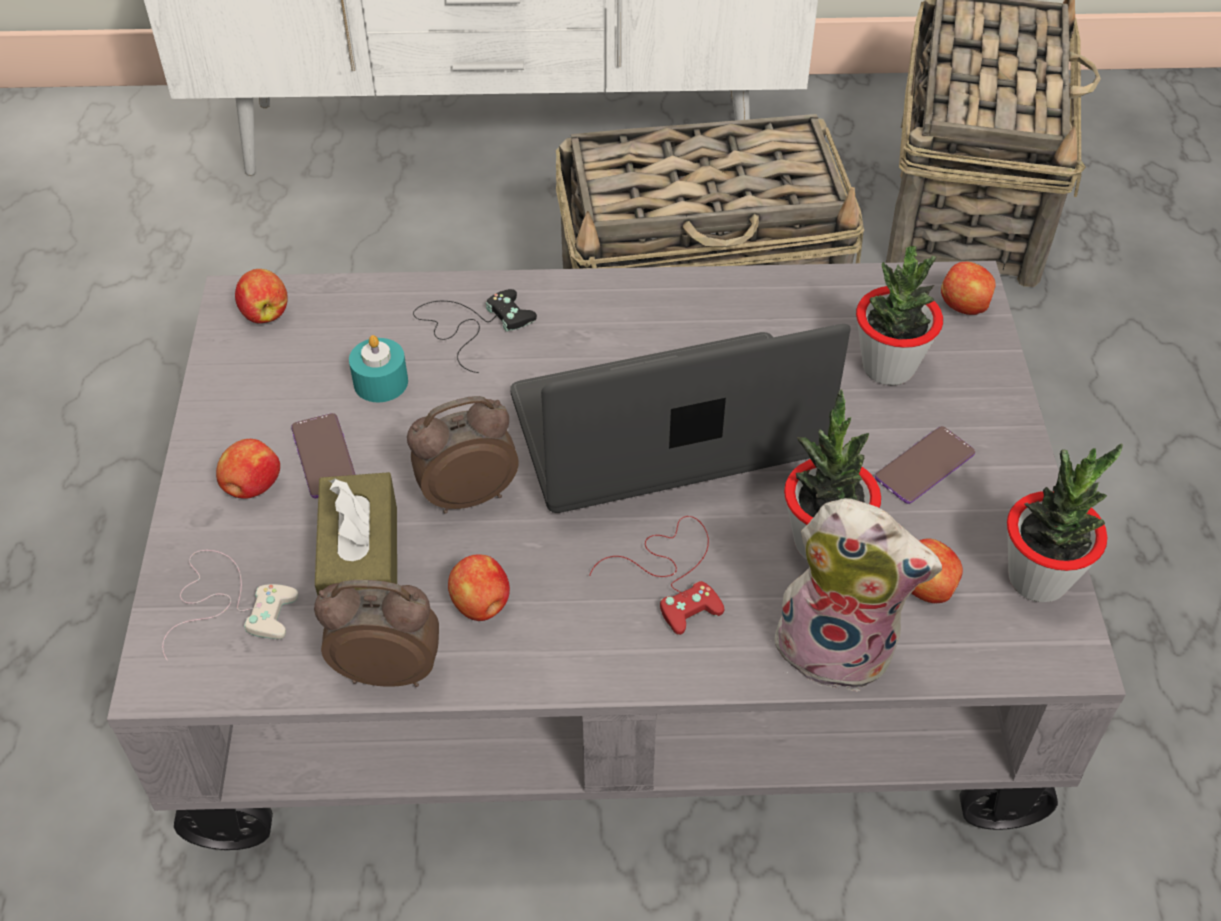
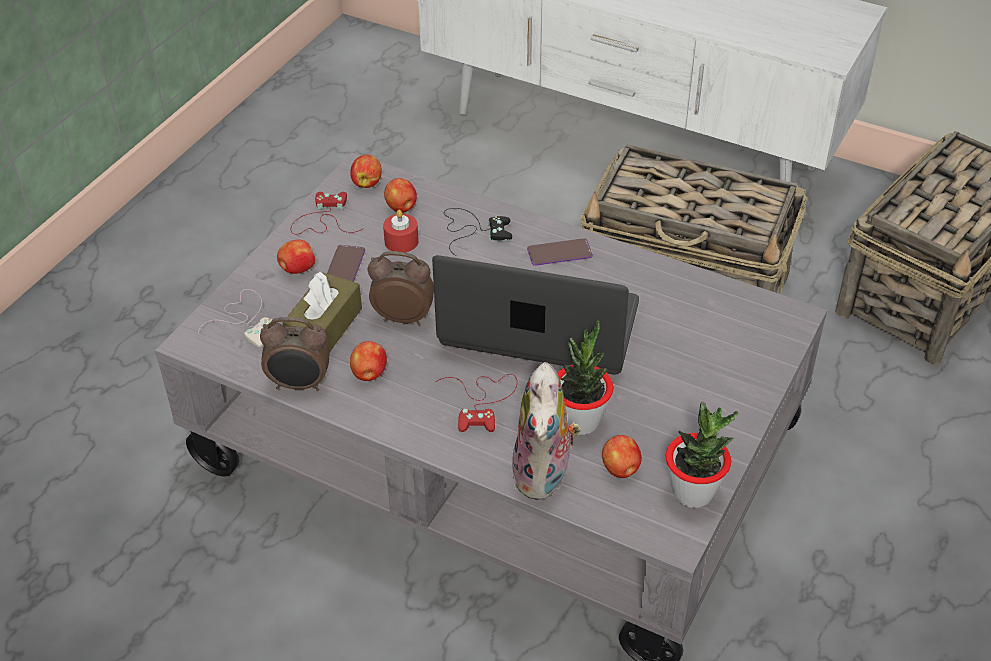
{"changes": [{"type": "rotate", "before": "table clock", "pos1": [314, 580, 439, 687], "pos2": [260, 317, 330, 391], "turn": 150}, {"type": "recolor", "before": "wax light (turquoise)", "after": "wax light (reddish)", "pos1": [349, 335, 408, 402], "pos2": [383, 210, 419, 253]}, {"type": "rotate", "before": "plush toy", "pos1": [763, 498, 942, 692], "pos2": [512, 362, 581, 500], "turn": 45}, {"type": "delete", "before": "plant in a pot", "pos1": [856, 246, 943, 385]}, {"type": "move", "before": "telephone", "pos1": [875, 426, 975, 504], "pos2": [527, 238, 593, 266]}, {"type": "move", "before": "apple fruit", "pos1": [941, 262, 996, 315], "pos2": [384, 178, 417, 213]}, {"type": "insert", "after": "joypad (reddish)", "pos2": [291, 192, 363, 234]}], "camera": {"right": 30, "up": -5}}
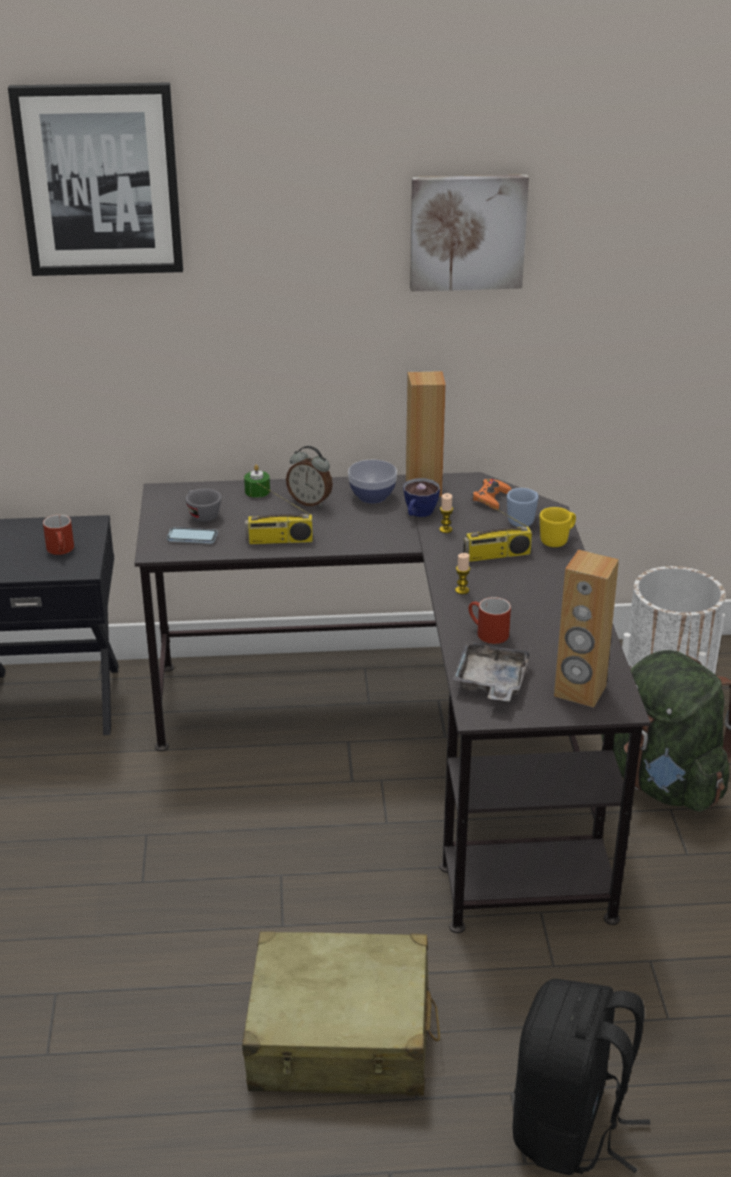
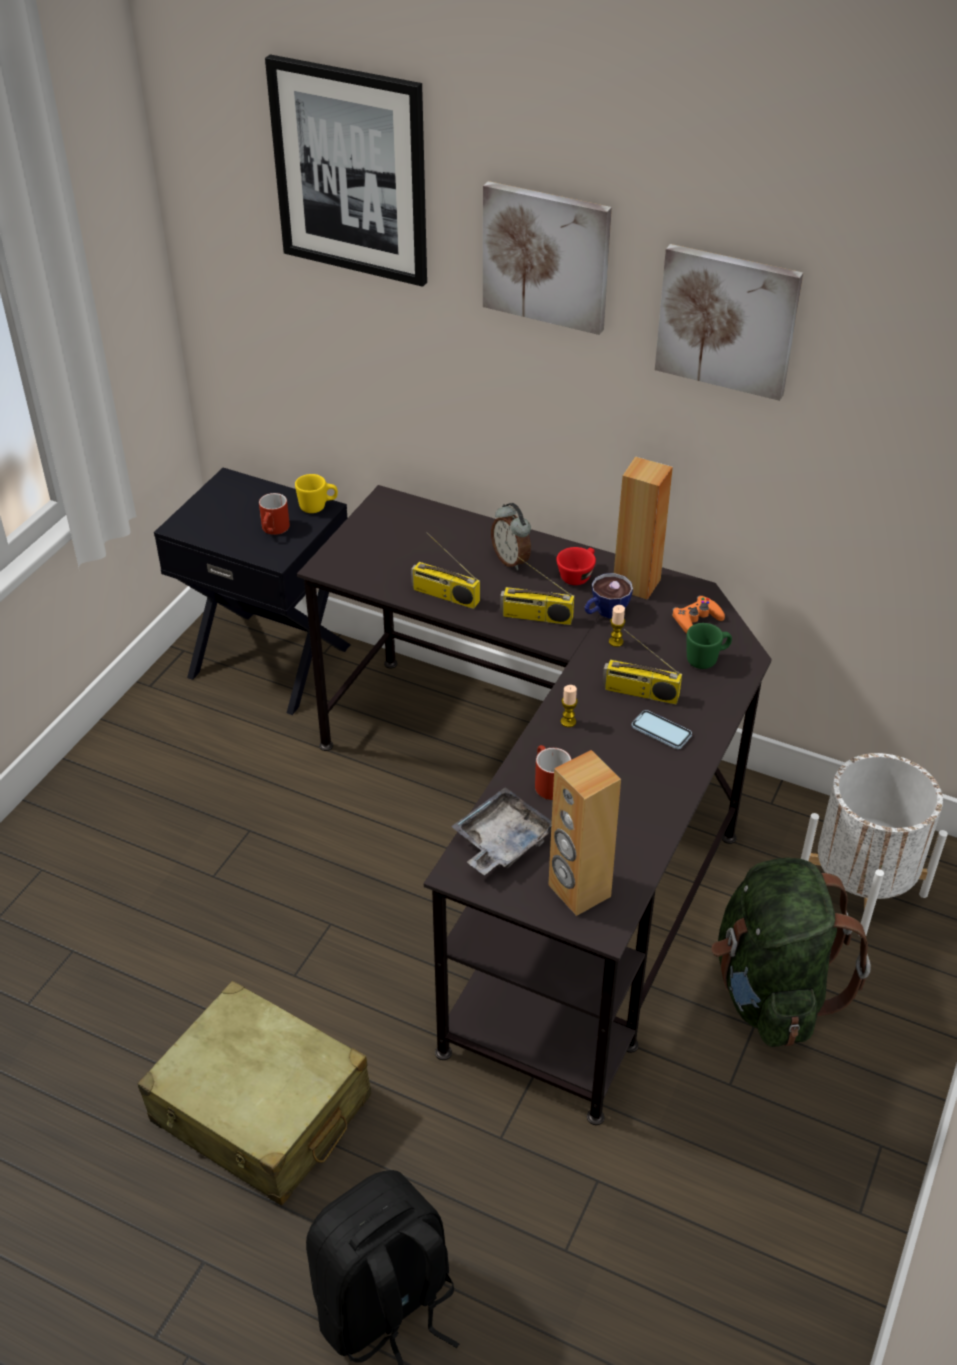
{"changes": [{"type": "move", "before": "telephone", "pos1": [167, 527, 218, 544], "pos2": [632, 710, 692, 749]}, {"type": "delete", "before": "small cup (grey)", "pos1": [185, 488, 222, 522]}, {"type": "delete", "before": "wax light (green-coloured)", "pos1": [244, 464, 270, 498]}, {"type": "replace", "before": "serving bowl", "after": "small cup (reddish)", "pos1": [348, 459, 397, 503], "pos2": [556, 547, 596, 585]}, {"type": "recolor", "before": "mug (blue)", "after": "mug (green-coloured)", "pos1": [507, 488, 538, 527], "pos2": [687, 623, 732, 669]}, {"type": "move", "before": "mug (yellow-coloured)", "pos1": [540, 507, 576, 547], "pos2": [295, 474, 338, 513]}, {"type": "insert", "after": "wall picture", "pos2": [483, 181, 612, 335]}, {"type": "insert", "after": "radio set", "pos2": [500, 556, 574, 625]}], "camera": {"right": 30, "up": 10}}
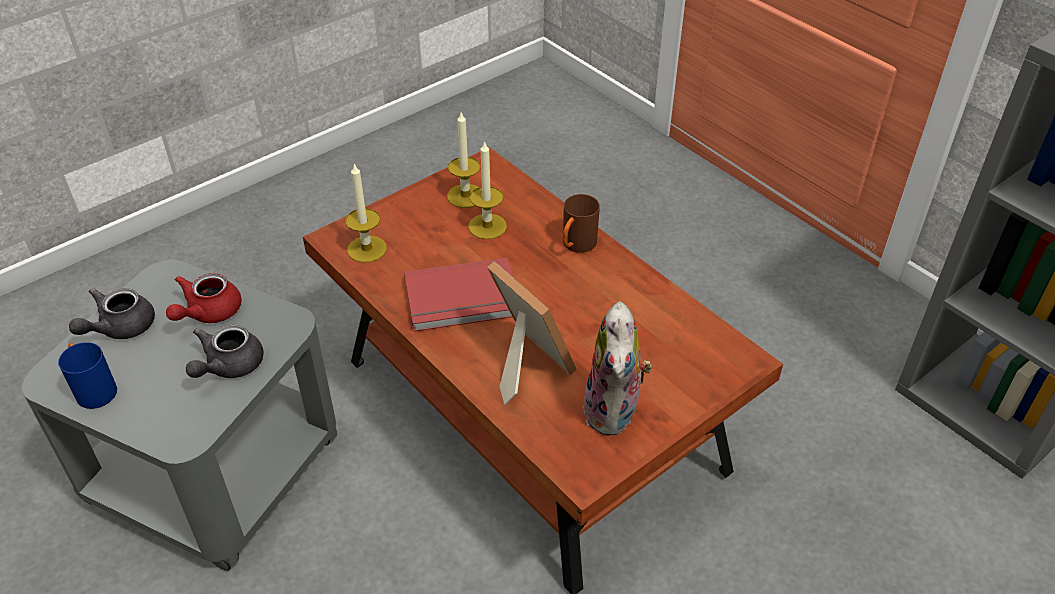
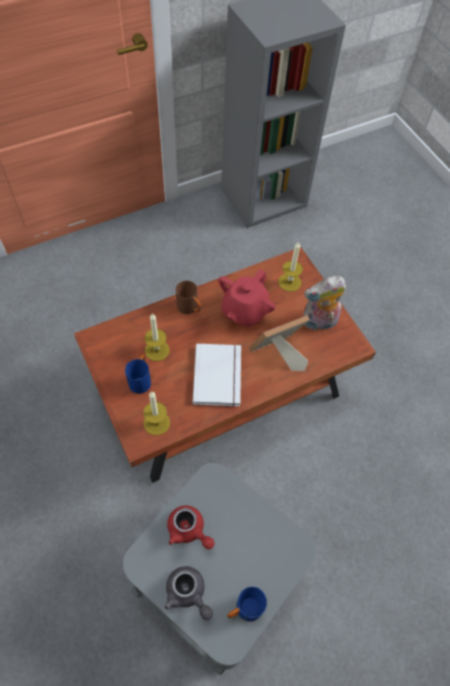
{"changes": [{"type": "delete", "before": "pot for tea (grey)", "pos1": [186, 325, 264, 378]}, {"type": "recolor", "before": "book (reddish)", "after": "book (white-coloured)", "pos1": [404, 258, 513, 332], "pos2": [193, 344, 241, 407]}, {"type": "move", "before": "wax light", "pos1": [447, 112, 480, 208], "pos2": [278, 242, 303, 292]}, {"type": "rotate", "before": "plush toy", "pos1": [583, 302, 653, 436], "pos2": [303, 276, 346, 331], "turn": 150}, {"type": "insert", "after": "mug (blue)", "pos2": [125, 355, 151, 394]}, {"type": "insert", "after": "pot for tea (reddish)", "pos2": [218, 269, 275, 327]}], "camera": {"right": -80, "up": 15}}
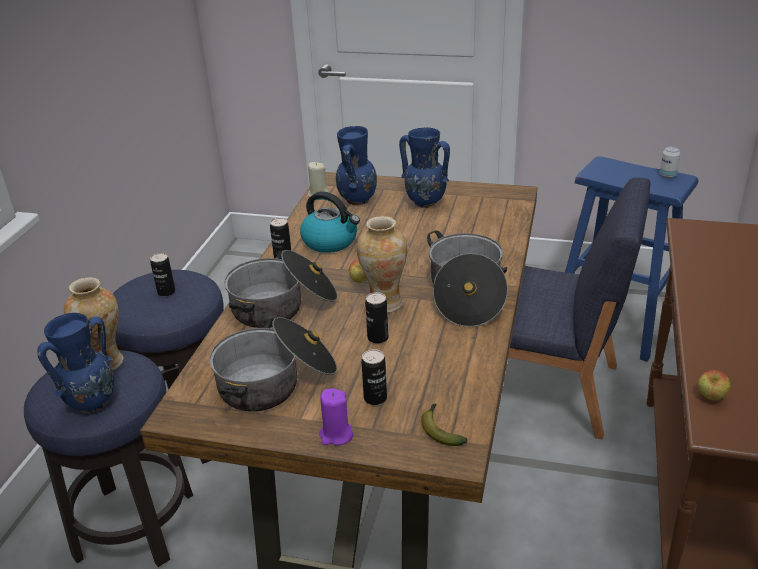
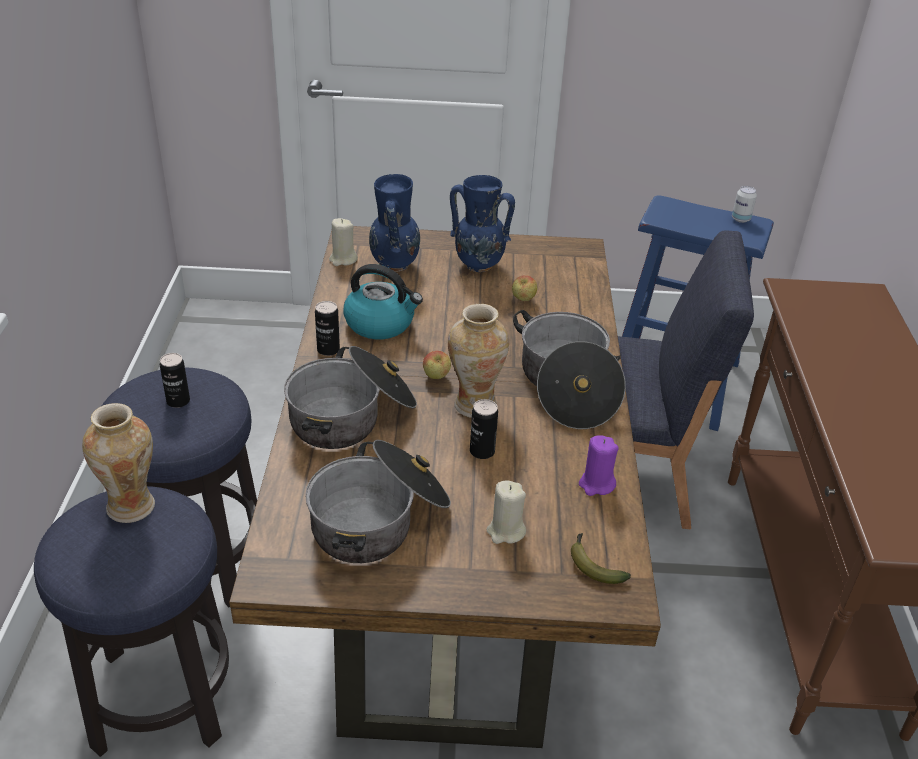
{"changes": [{"type": "delete", "before": "flower vase (blue)", "pos1": [37, 313, 114, 413]}, {"type": "move", "before": "wax light (purplish)", "pos1": [319, 388, 353, 446], "pos2": [579, 435, 619, 496]}, {"type": "replace", "before": "sealed can", "after": "wax light (beige)", "pos1": [361, 349, 387, 405], "pos2": [486, 481, 526, 544]}, {"type": "move", "before": "apple fruit", "pos1": [698, 370, 730, 400], "pos2": [512, 275, 537, 301]}], "camera": {"right": -15, "up": 5}}
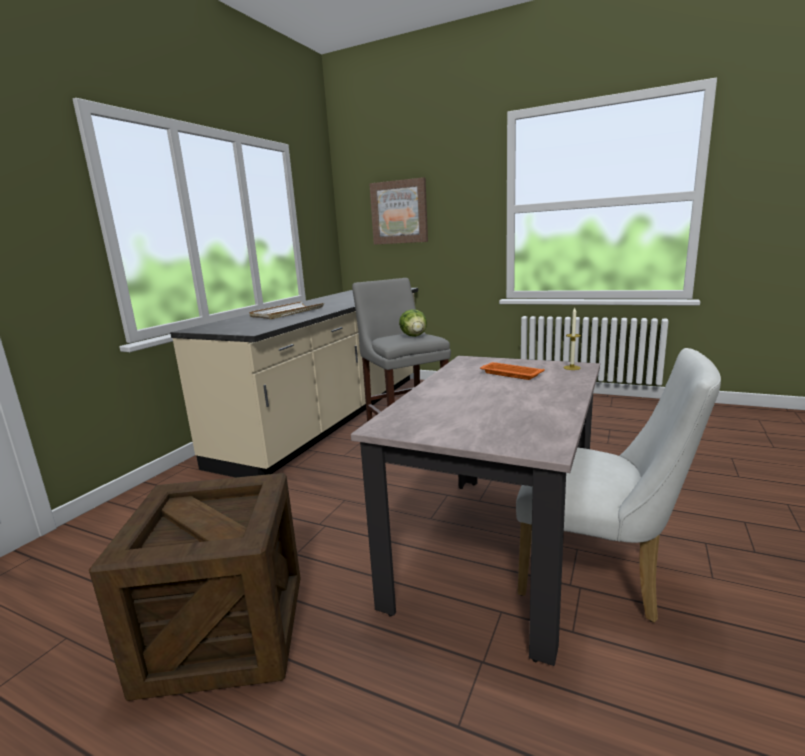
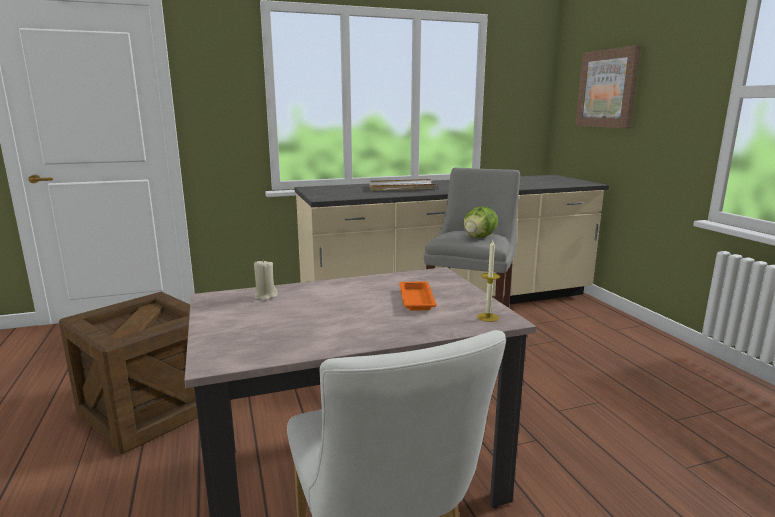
{"changes": [{"type": "insert", "after": "wax light (beige)", "pos2": [254, 259, 278, 301]}], "camera": {"right": 45, "up": 0}}
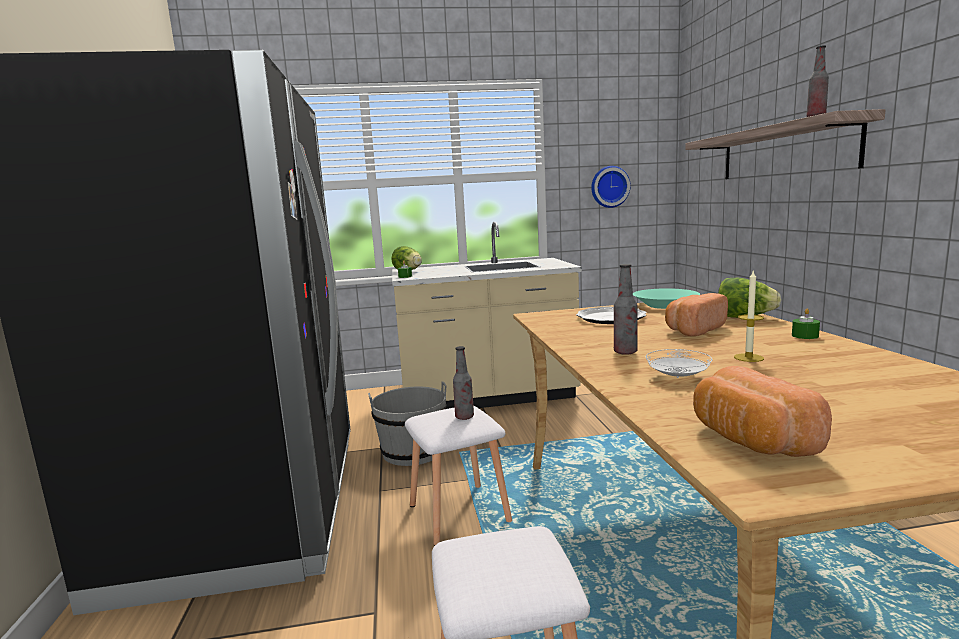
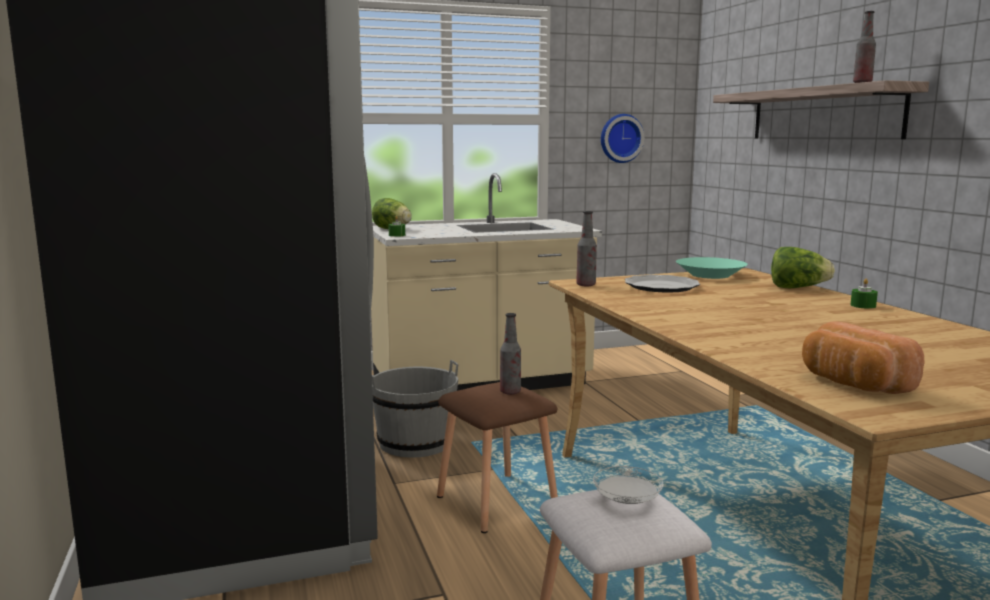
{"changes": [{"type": "recolor", "before": "stool (white-coloured)", "after": "stool (brown-coloured)", "pos1": [405, 406, 512, 546], "pos2": [437, 382, 558, 533]}, {"type": "move", "before": "bottle", "pos1": [614, 264, 638, 355], "pos2": [576, 211, 597, 286]}, {"type": "move", "before": "flat dish (white-coloured)", "pos1": [646, 349, 712, 378], "pos2": [593, 466, 664, 504]}, {"type": "delete", "before": "bread", "pos1": [665, 293, 728, 336]}, {"type": "delete", "before": "wax light", "pos1": [734, 271, 764, 362]}], "camera": {"right": -10, "up": 0}}
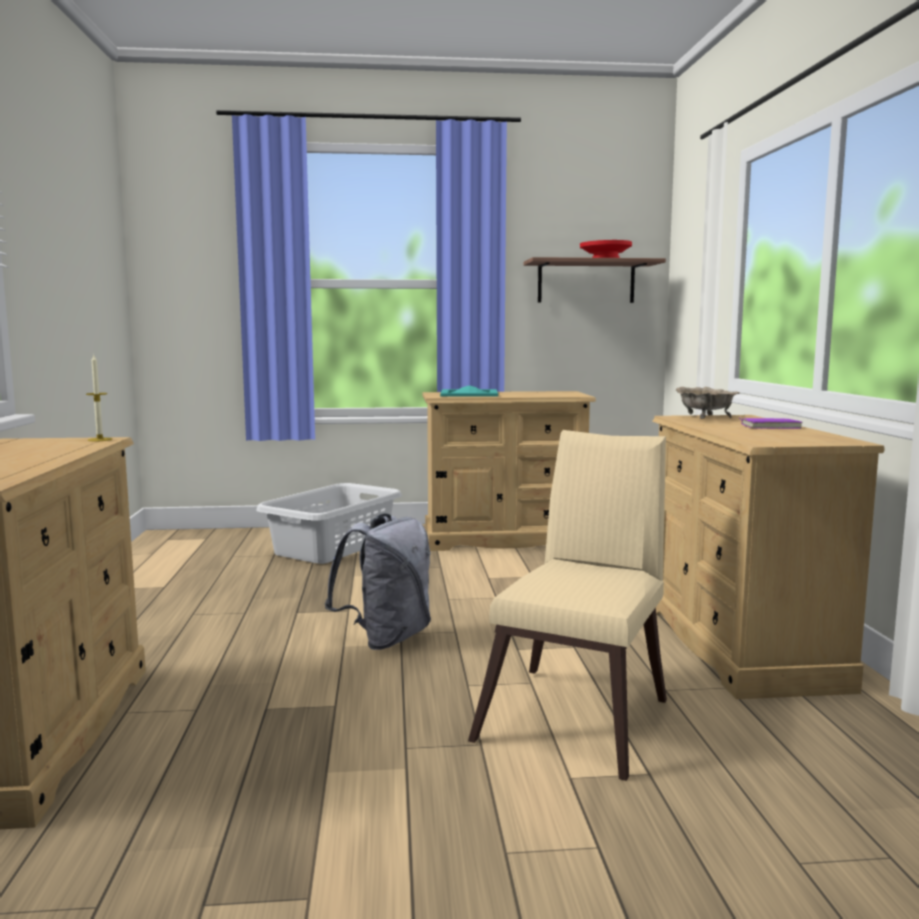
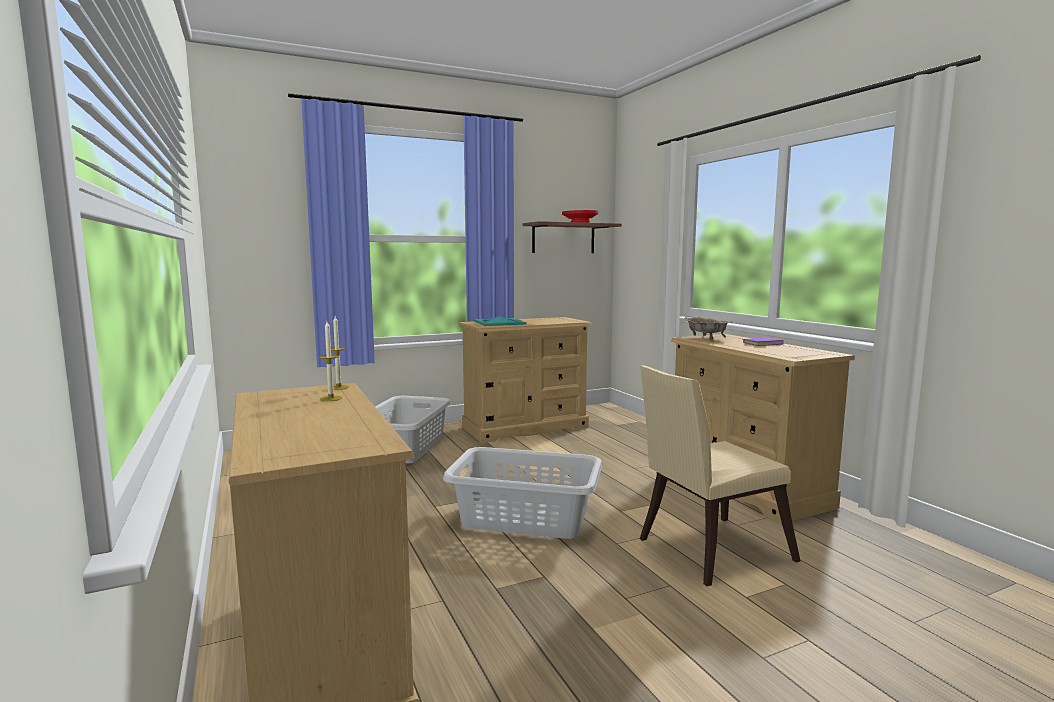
{"changes": [{"type": "replace", "before": "backpack (grey)", "after": "washing basket (grey)", "pos1": [324, 513, 431, 650], "pos2": [443, 447, 602, 539]}, {"type": "rotate", "before": "upright chair (beige)", "pos1": [468, 430, 667, 781], "pos2": [640, 365, 800, 586], "turn": -120}, {"type": "insert", "after": "wax light", "pos2": [319, 322, 342, 401]}], "camera": {"right": -20, "up": 0}}
